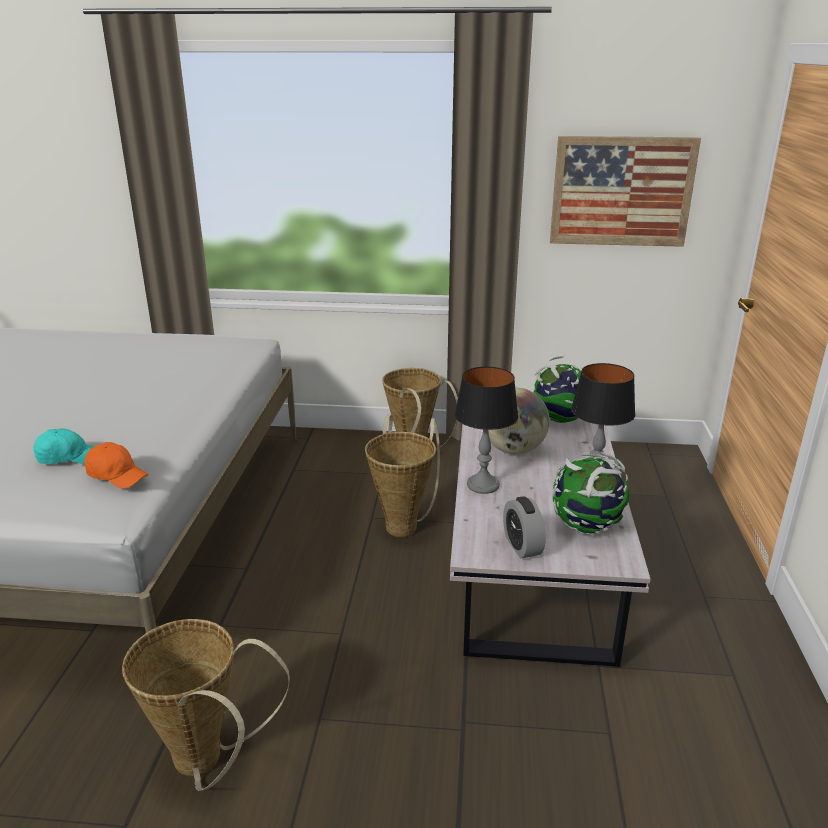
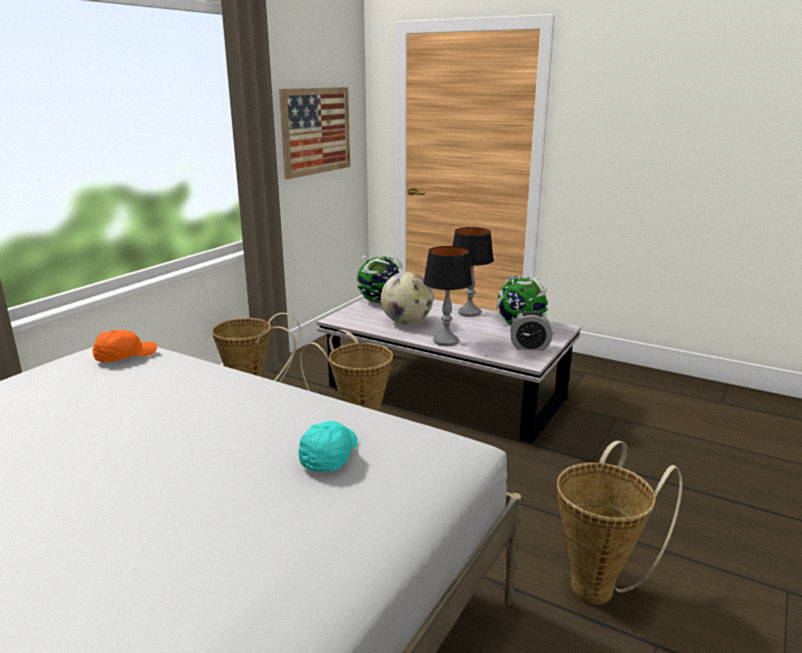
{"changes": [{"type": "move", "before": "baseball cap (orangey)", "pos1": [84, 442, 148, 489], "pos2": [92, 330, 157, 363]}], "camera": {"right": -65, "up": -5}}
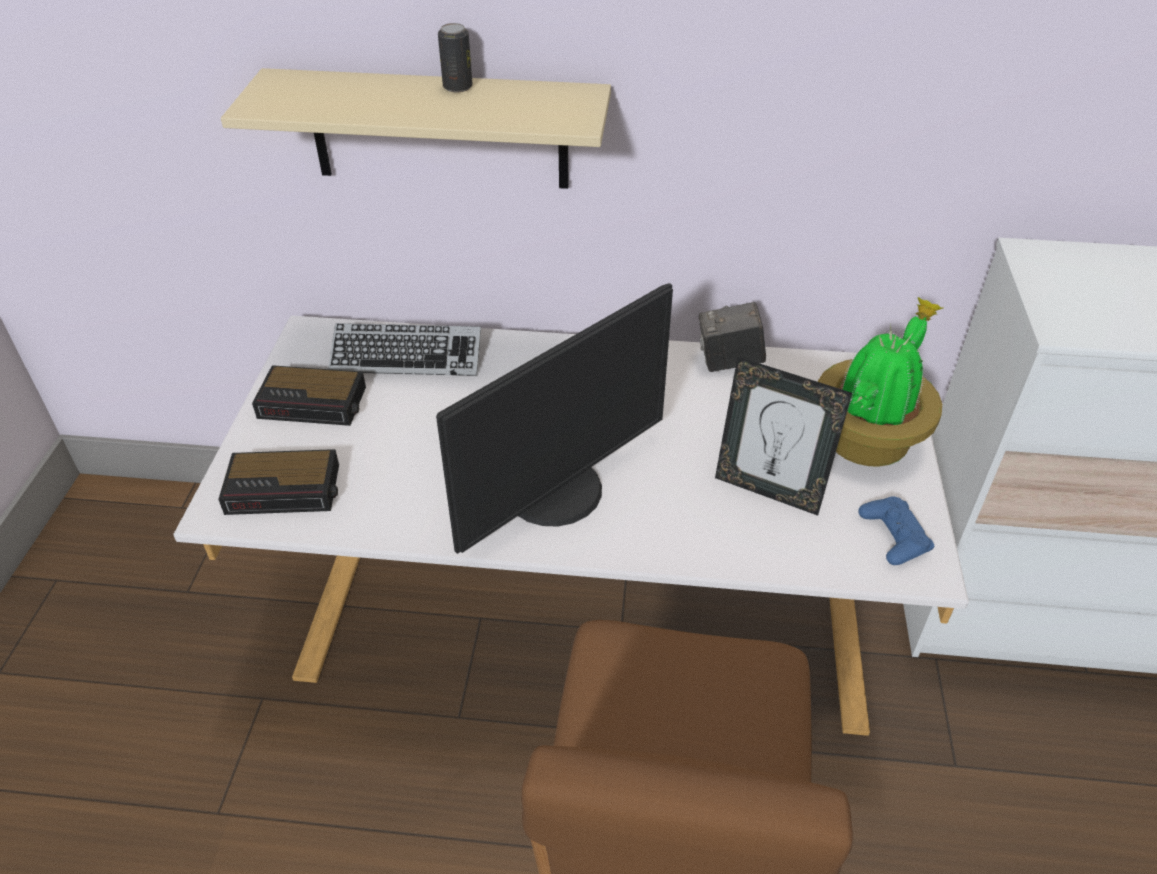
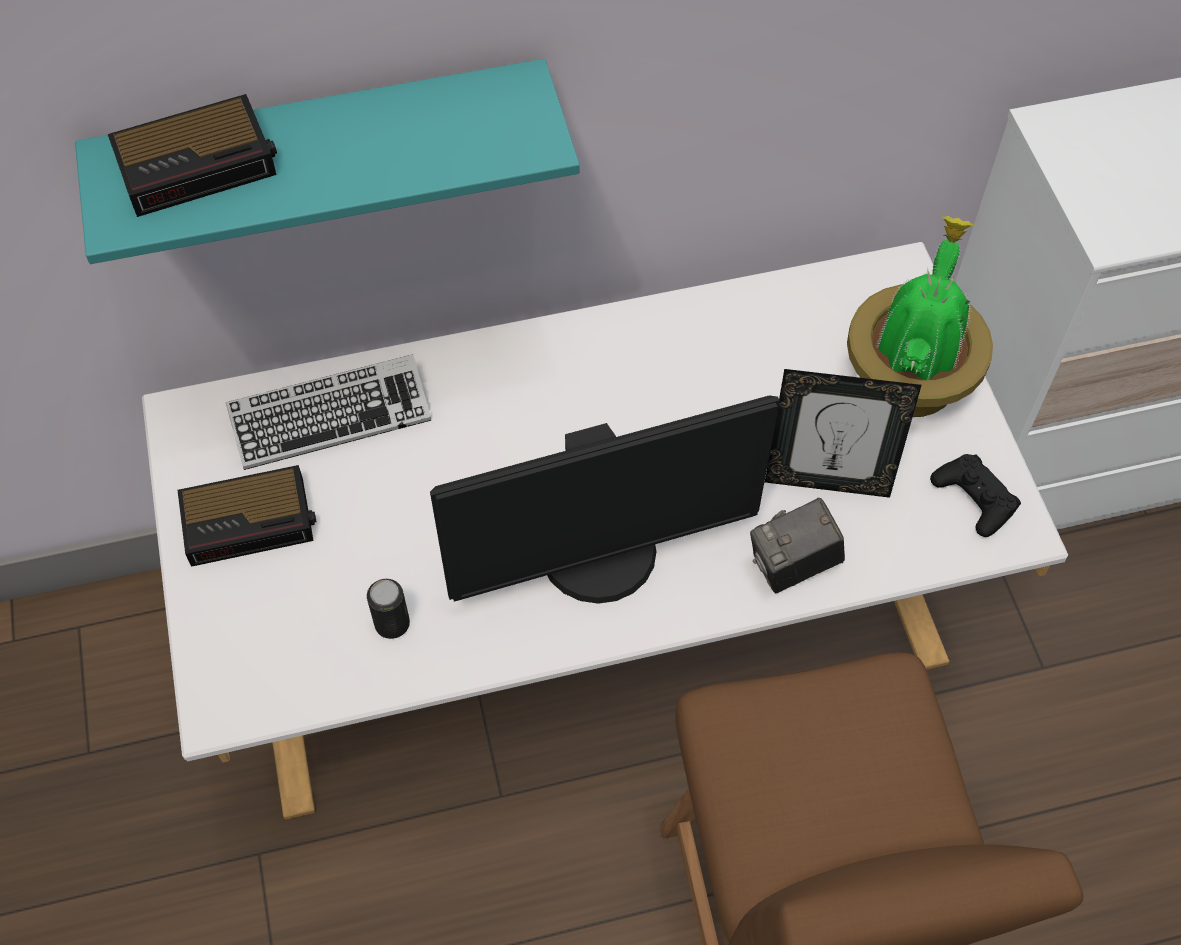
{"changes": [{"type": "move", "before": "table clock", "pos1": [218, 449, 339, 515], "pos2": [108, 94, 277, 217]}, {"type": "recolor", "before": "wall shelf (beige)", "after": "wall shelf (turquoise)", "pos1": [221, 68, 611, 189], "pos2": [75, 59, 580, 264]}, {"type": "rotate", "before": "computer display", "pos1": [436, 283, 673, 554], "pos2": [430, 395, 780, 604], "turn": 45}, {"type": "move", "before": "sealed can", "pos1": [438, 23, 473, 92], "pos2": [367, 579, 410, 639]}, {"type": "move", "before": "still camera", "pos1": [699, 302, 766, 372], "pos2": [750, 498, 845, 593]}, {"type": "recolor", "before": "joypad (blue)", "after": "joypad (blackish)", "pos1": [858, 496, 934, 565], "pos2": [930, 454, 1021, 537]}], "camera": {"right": -20, "up": 15}}
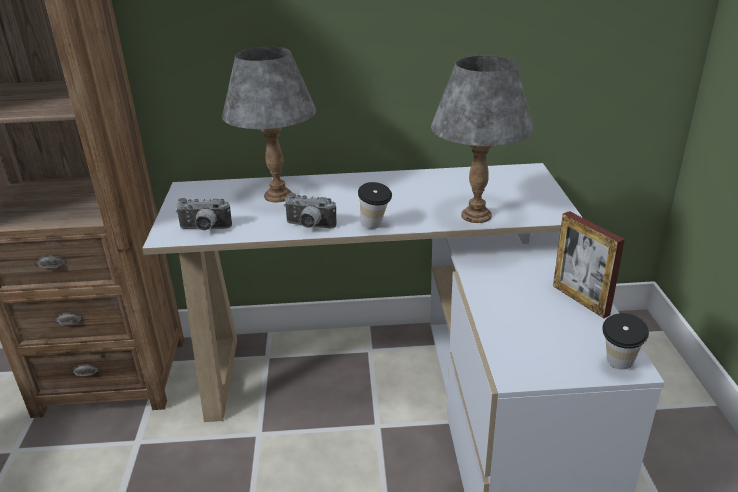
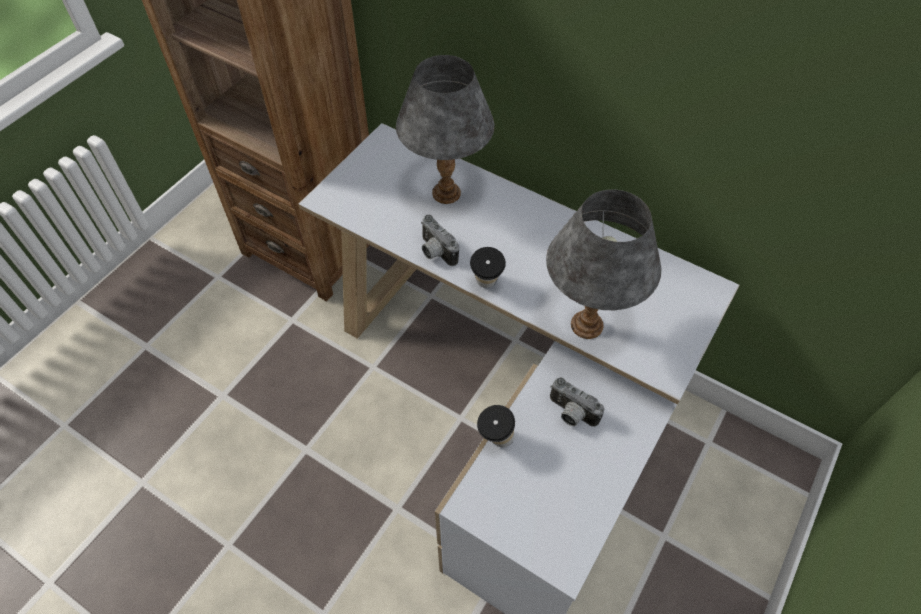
{"changes": [{"type": "move", "before": "still camera", "pos1": [176, 198, 232, 231], "pos2": [550, 377, 605, 427]}, {"type": "delete", "before": "picture frame", "pos1": [553, 211, 625, 318]}, {"type": "move", "before": "small cup", "pos1": [602, 313, 649, 370], "pos2": [477, 405, 515, 447]}], "camera": {"right": 35, "up": 25}}
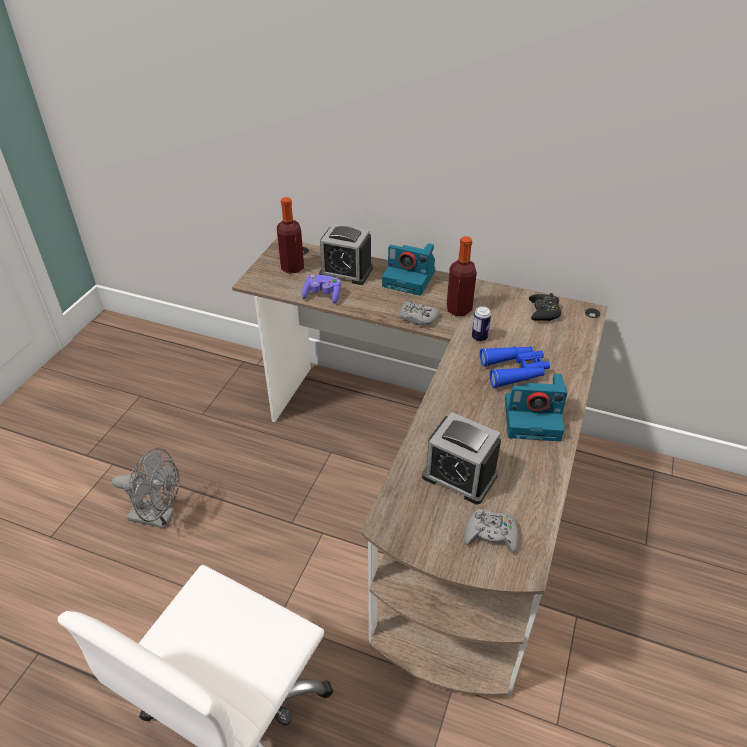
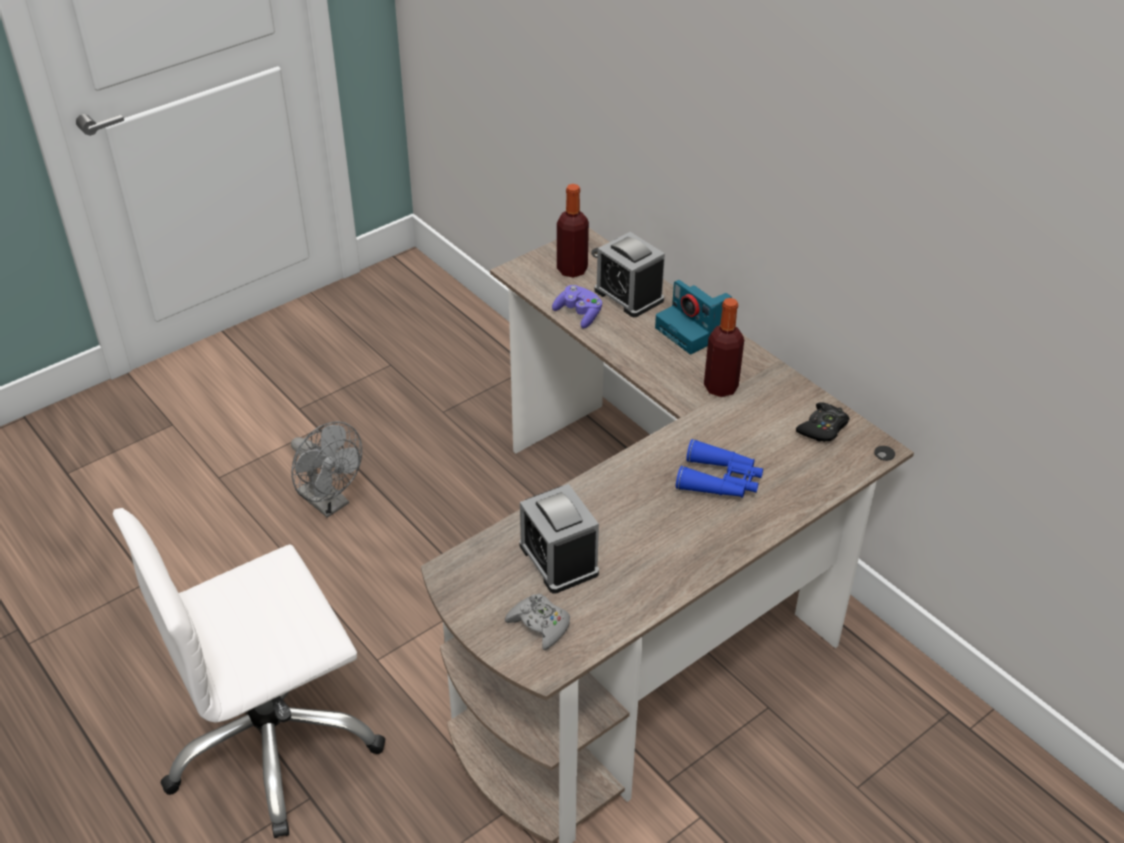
{"changes": [{"type": "delete", "before": "joypad (grey)", "pos1": [399, 301, 440, 325]}, {"type": "delete", "before": "sealed can", "pos1": [472, 306, 491, 342]}, {"type": "delete", "before": "still camera", "pos1": [505, 374, 567, 441]}], "camera": {"right": 30, "up": 0}}
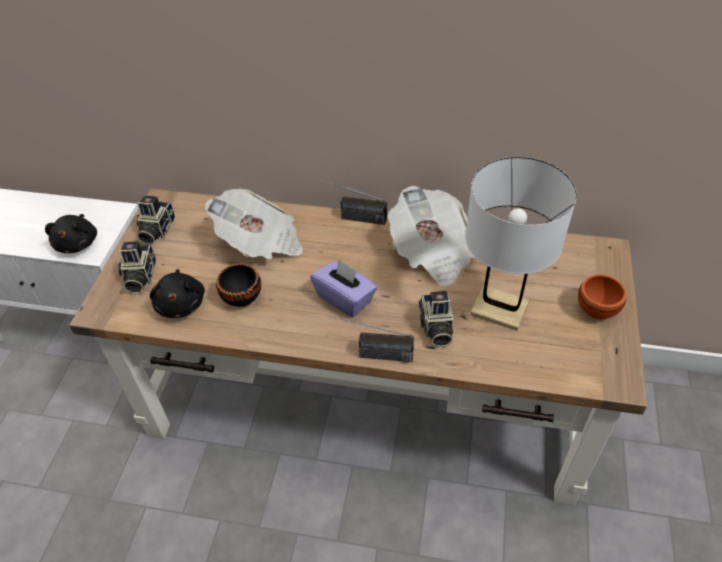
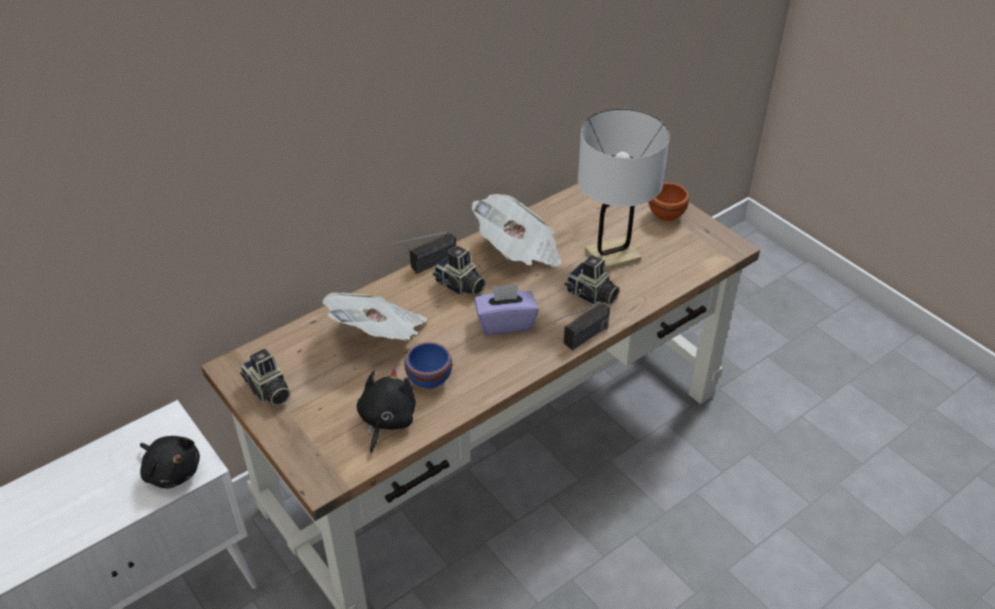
{"changes": [{"type": "move", "before": "still camera", "pos1": [119, 241, 156, 294], "pos2": [433, 246, 486, 296]}, {"type": "rotate", "before": "plush toy (blackish)", "pos1": [150, 269, 205, 318], "pos2": [357, 368, 416, 453], "turn": -105}, {"type": "recolor", "before": "serving bowl (blackish)", "after": "serving bowl (blue)", "pos1": [216, 263, 261, 307], "pos2": [405, 342, 452, 389]}], "camera": {"right": -50, "up": -5}}
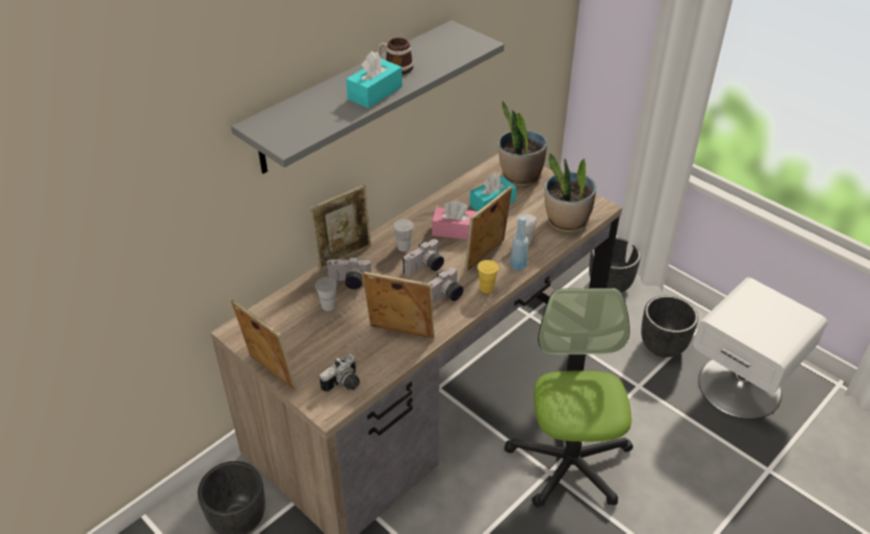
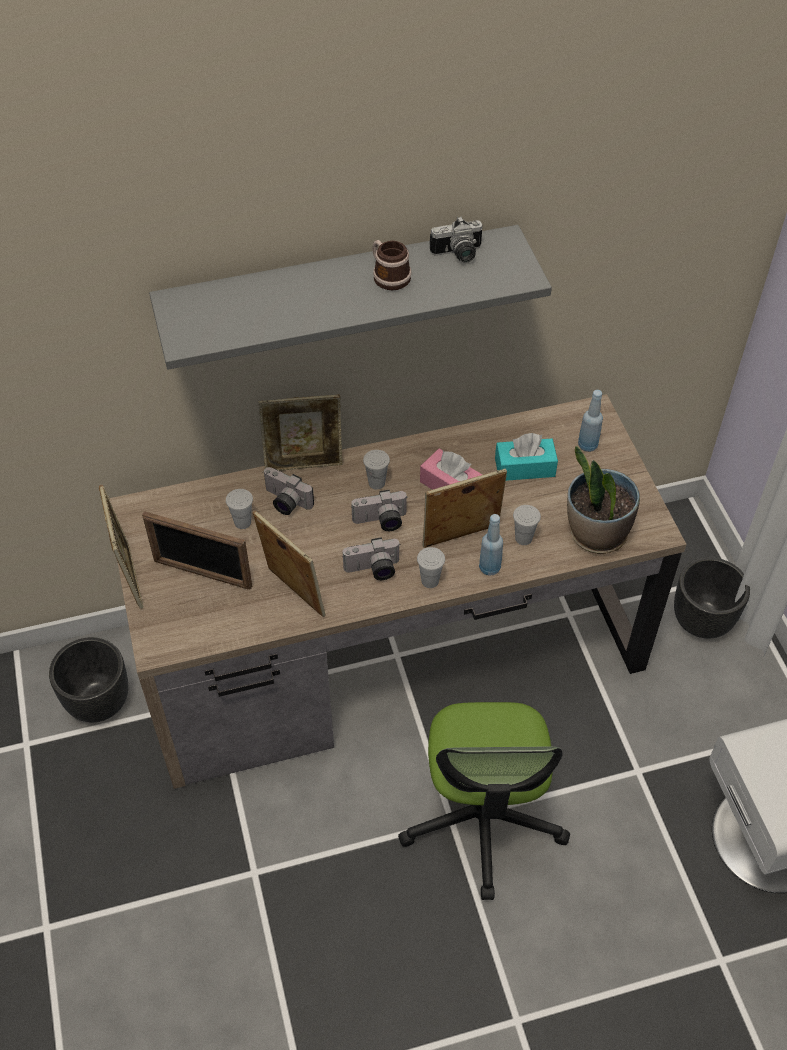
{"changes": [{"type": "move", "before": "still camera", "pos1": [320, 354, 360, 392], "pos2": [430, 217, 483, 263]}, {"type": "delete", "before": "tissue holder (turquoise)", "pos1": [346, 51, 402, 108]}, {"type": "recolor", "before": "small cup (yellow-coloured)", "after": "small cup (white-coloured)", "pos1": [477, 260, 499, 293], "pos2": [417, 547, 445, 588]}, {"type": "replace", "before": "plant in a pot", "after": "bottle (blue)", "pos1": [498, 101, 547, 187], "pos2": [578, 390, 603, 452]}, {"type": "rotate", "before": "desk chair", "pos1": [504, 288, 633, 507], "pos2": [398, 702, 570, 900], "turn": 150}, {"type": "delete", "before": "planter (blackish)", "pos1": [641, 295, 698, 357]}, {"type": "insert", "after": "picture frame", "pos2": [142, 511, 252, 590]}], "camera": {"right": 30, "up": 10}}
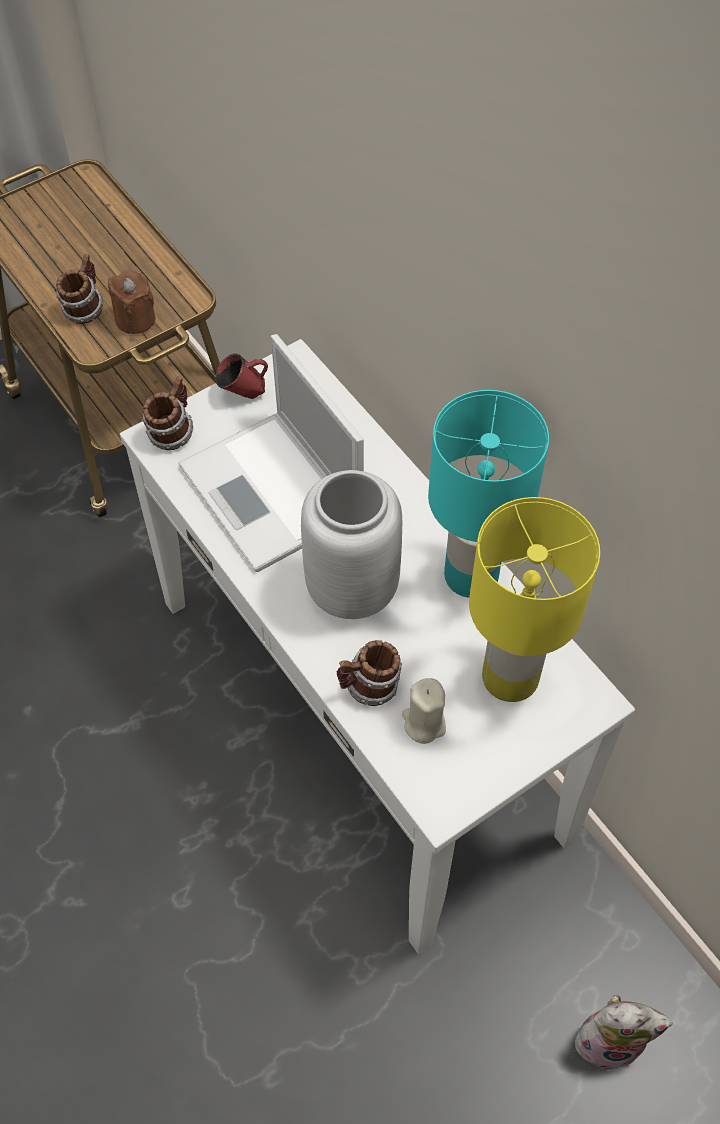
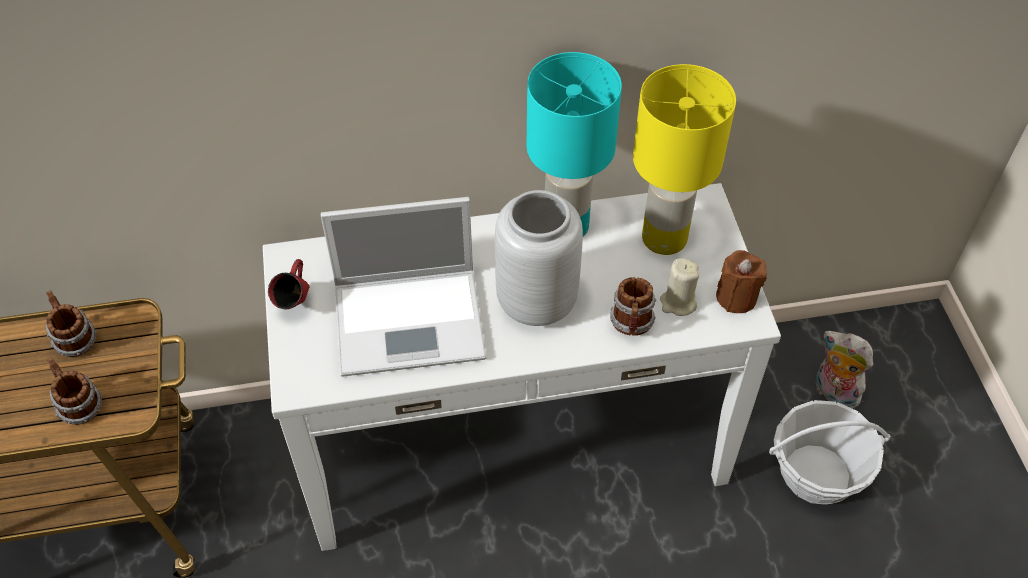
{"changes": [{"type": "move", "before": "wax light (brown-coloured)", "pos1": [108, 271, 155, 334], "pos2": [716, 250, 767, 313]}, {"type": "move", "before": "mug", "pos1": [142, 376, 193, 450], "pos2": [46, 290, 97, 357]}, {"type": "rotate", "before": "plush toy", "pos1": [575, 995, 673, 1071], "pos2": [816, 331, 873, 408], "turn": -75}, {"type": "insert", "after": "storage basket", "pos2": [769, 400, 891, 505]}], "camera": {"right": -65, "up": -5}}
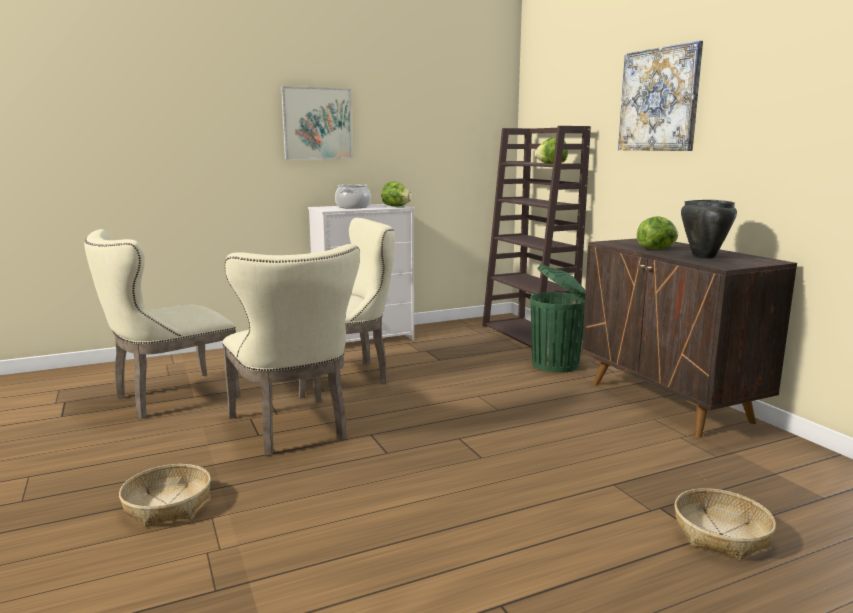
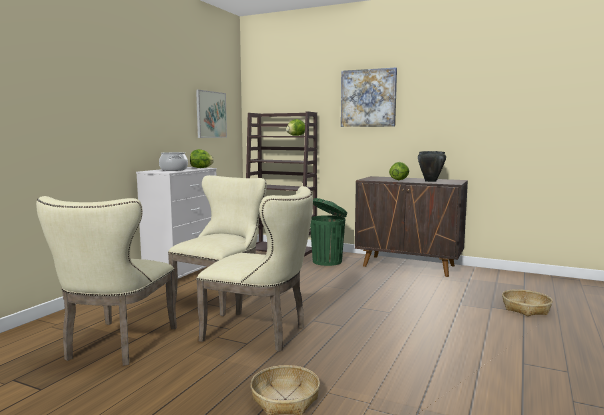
{"changes": [{"type": "move", "before": "wall picture", "pos1": [281, 86, 353, 160], "pos2": [196, 90, 227, 138]}], "camera": {"right": -40, "up": -5}}
